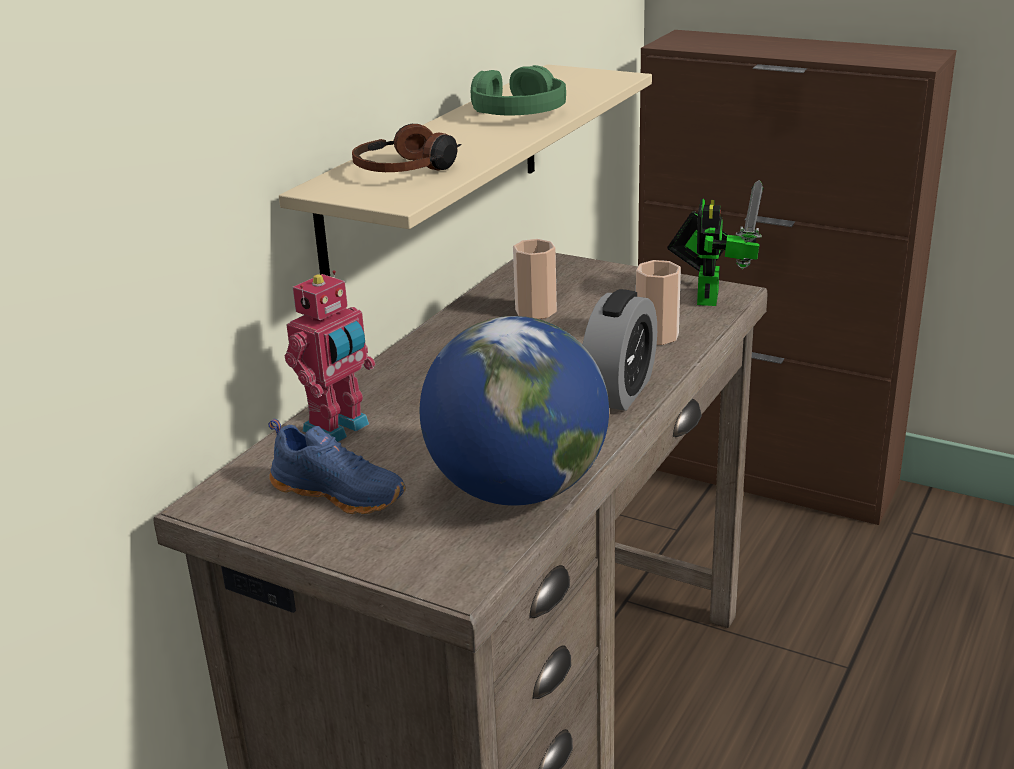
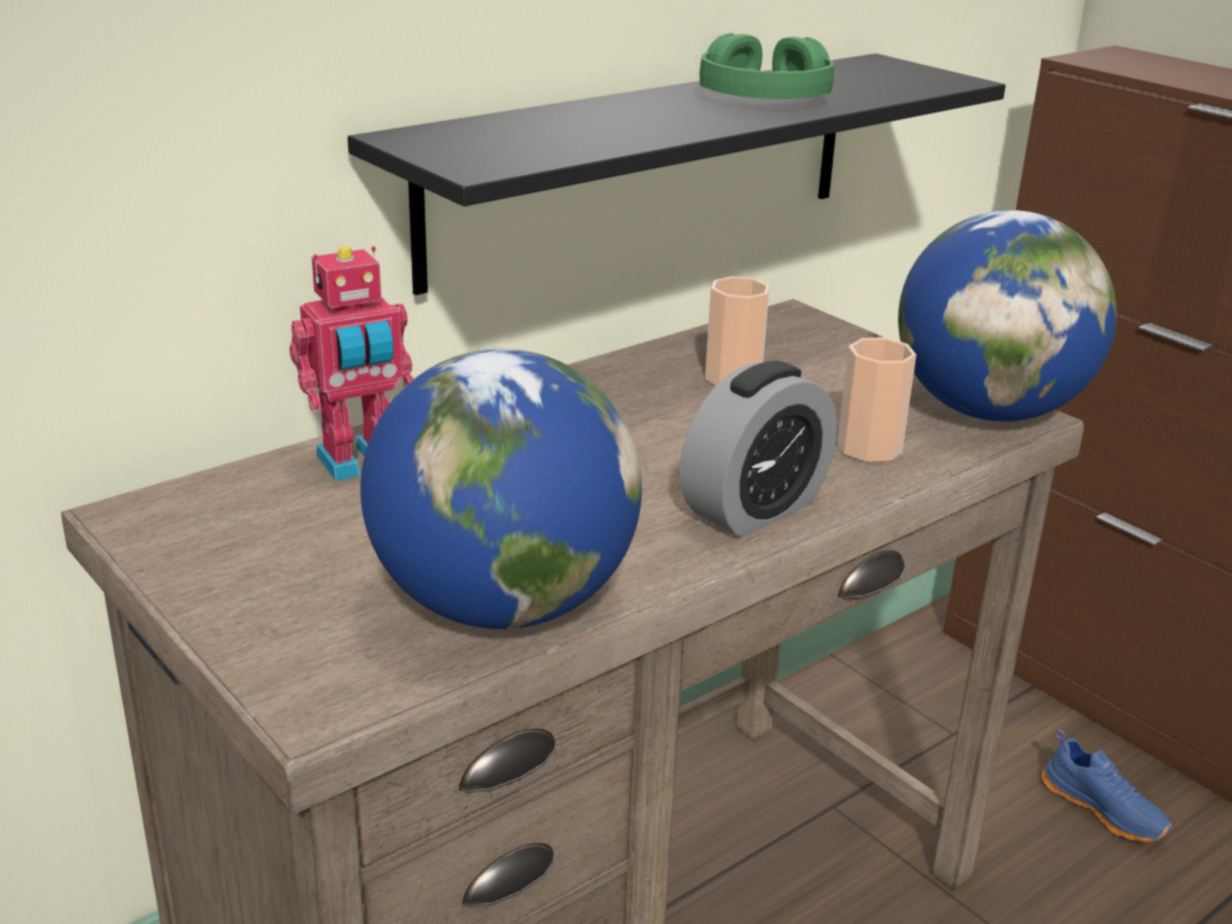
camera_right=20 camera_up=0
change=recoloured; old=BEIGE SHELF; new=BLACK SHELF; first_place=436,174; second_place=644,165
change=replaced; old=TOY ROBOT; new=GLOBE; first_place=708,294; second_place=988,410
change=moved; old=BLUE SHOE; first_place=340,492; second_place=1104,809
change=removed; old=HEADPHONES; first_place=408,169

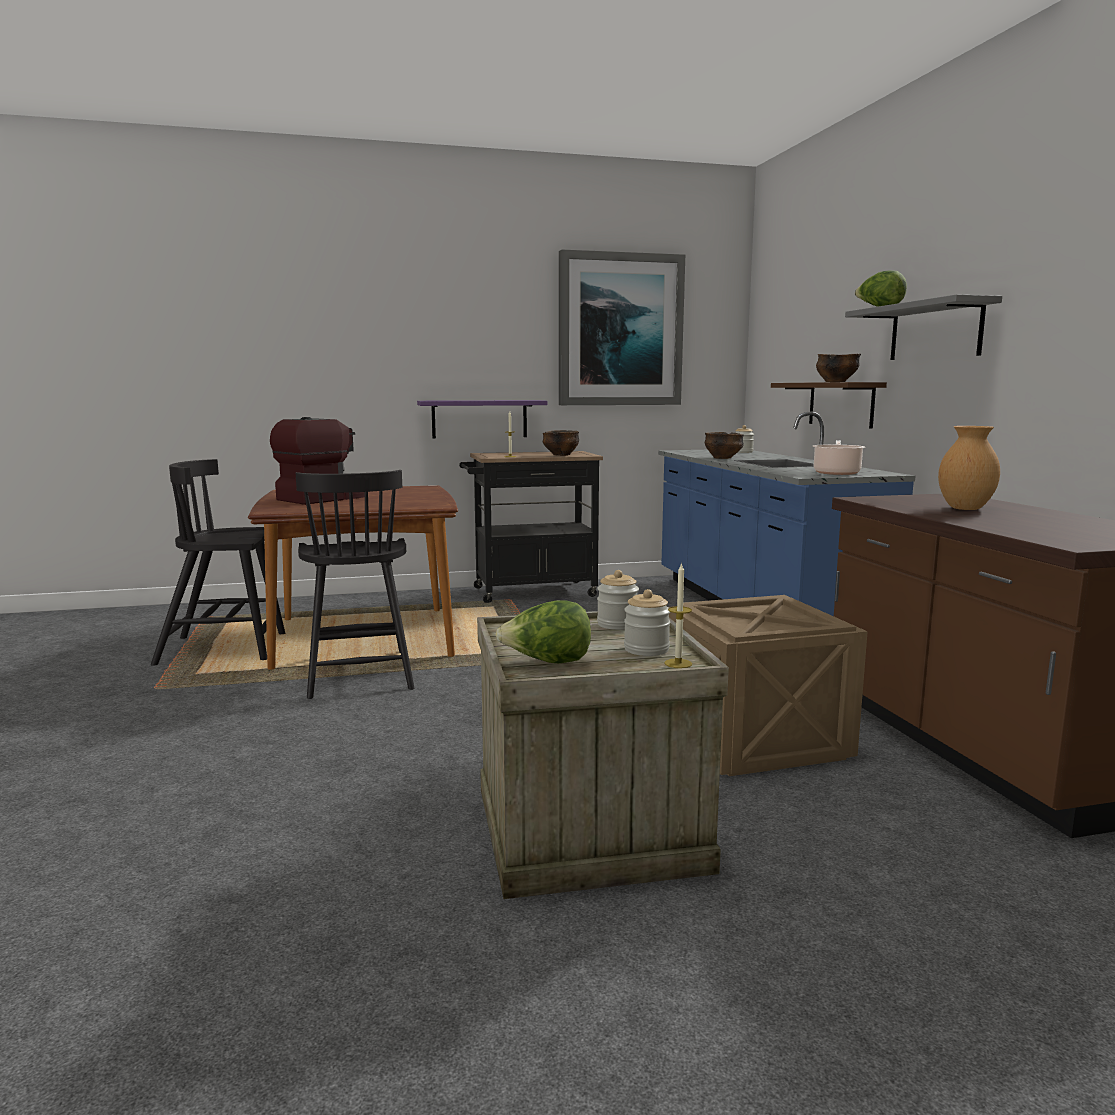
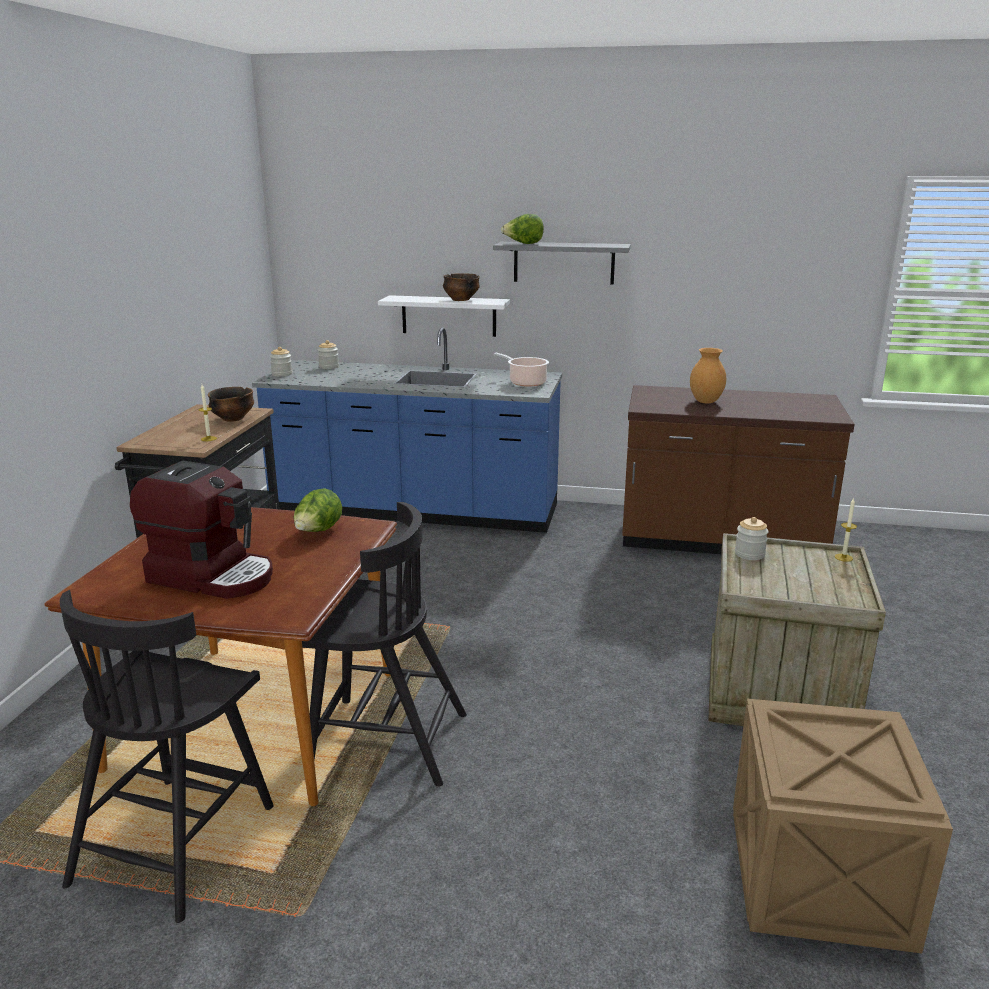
camera_right=-65 camera_up=10
change=turned; old=COFFEE MACHINE; first_place=323,498; second_place=213,576; degrees=135
change=moved; old=JAR; first_place=646,649; second_place=282,374
change=moved; old=LETTUCE; first_place=547,663; second_place=318,532
change=recoloured; old=BROWN SHELF; new=WHITE SHELF; first_place=841,404; second_place=448,316
change=moved; old=CRATE; first_place=757,740; second_place=817,874
change=removed; old=PURPLE SHELF; first_place=479,419
change=removed; old=PICTURE; first_place=619,330
change=removed; old=BOWL; first_place=723,458

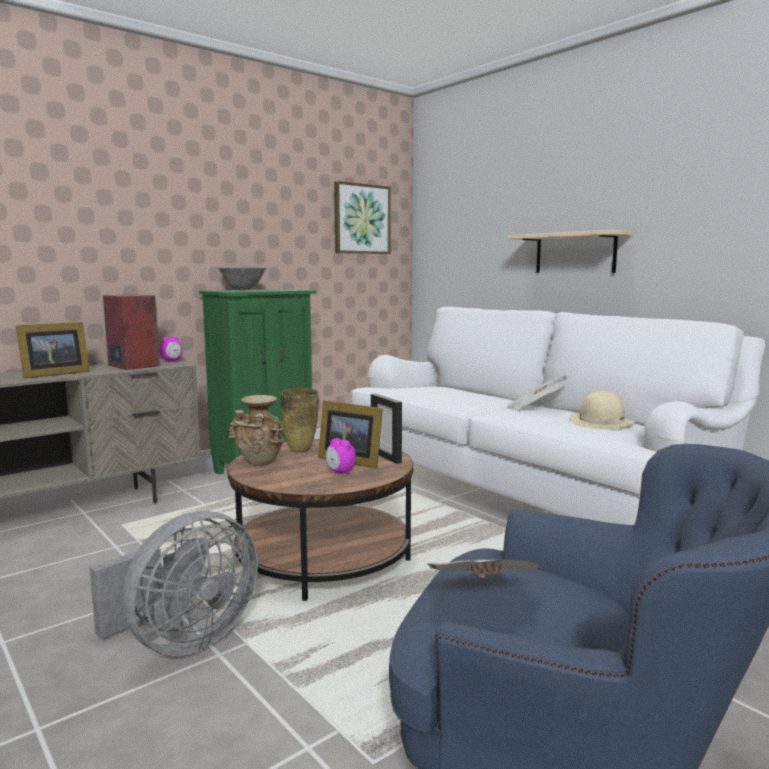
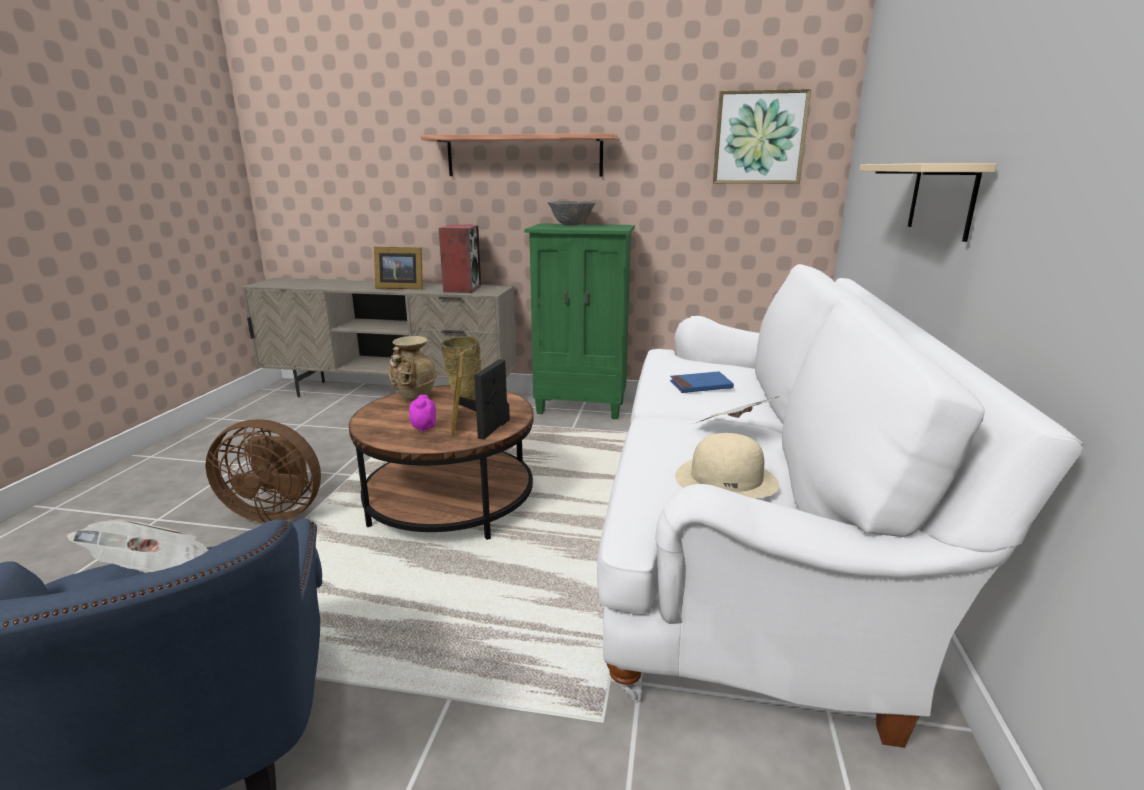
camera_right=50 camera_up=10
change=recoloured; old=GREY FAN; new=BROWN FAN; first_place=183,641; second_place=276,512
change=added; new=SHELF; second_place=524,156
change=added; new=BLUE BOOK; second_place=700,385
change=removed; old=ALARM CLOCK; first_place=171,361

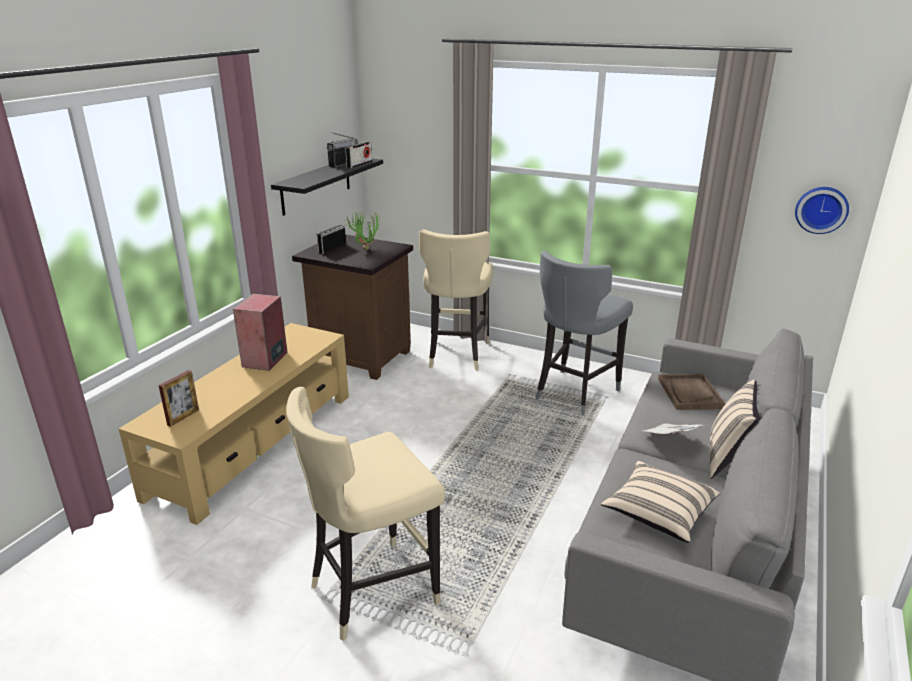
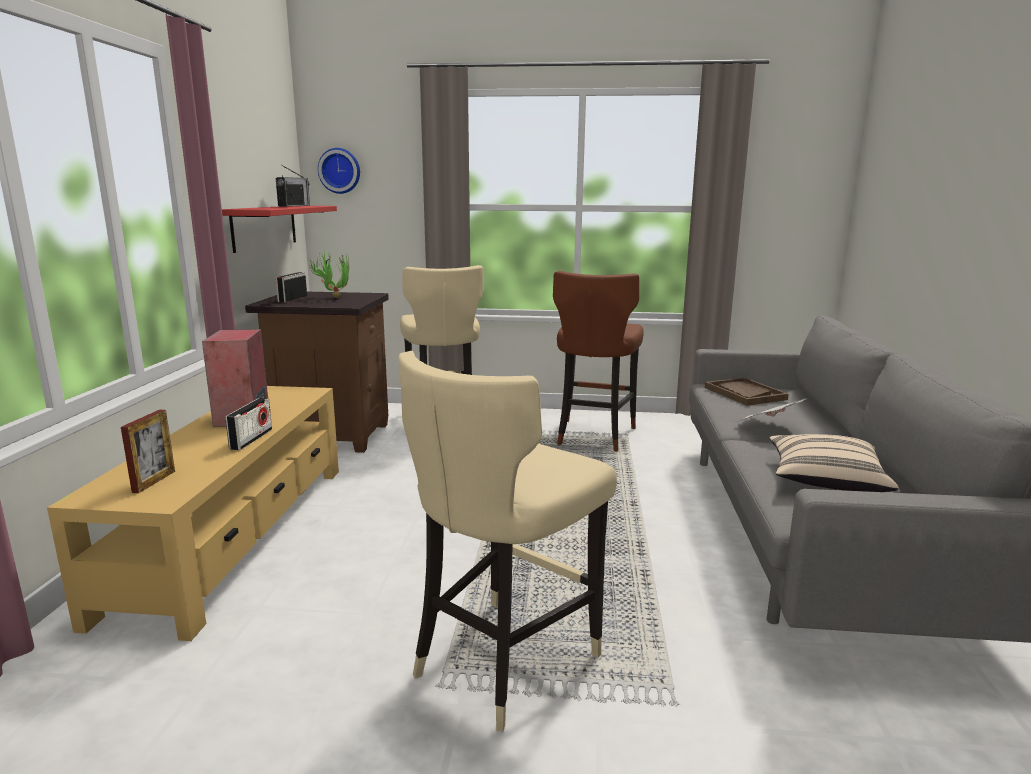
camera_right=-20 camera_up=-10
change=recoloured; old=BLACK SHELF; new=RED SHELF; first_place=316,185; second_place=265,227
change=moved; old=RADIO; first_place=359,164; second_place=251,439
change=moved; old=WALL CLOCK; first_place=821,209; second_place=340,171
change=recoloured; old=GREY STOOL; new=BROWN STOOL; first_place=574,393; second_place=593,436
change=removed; old=BEIGE PILLOW; first_place=728,459

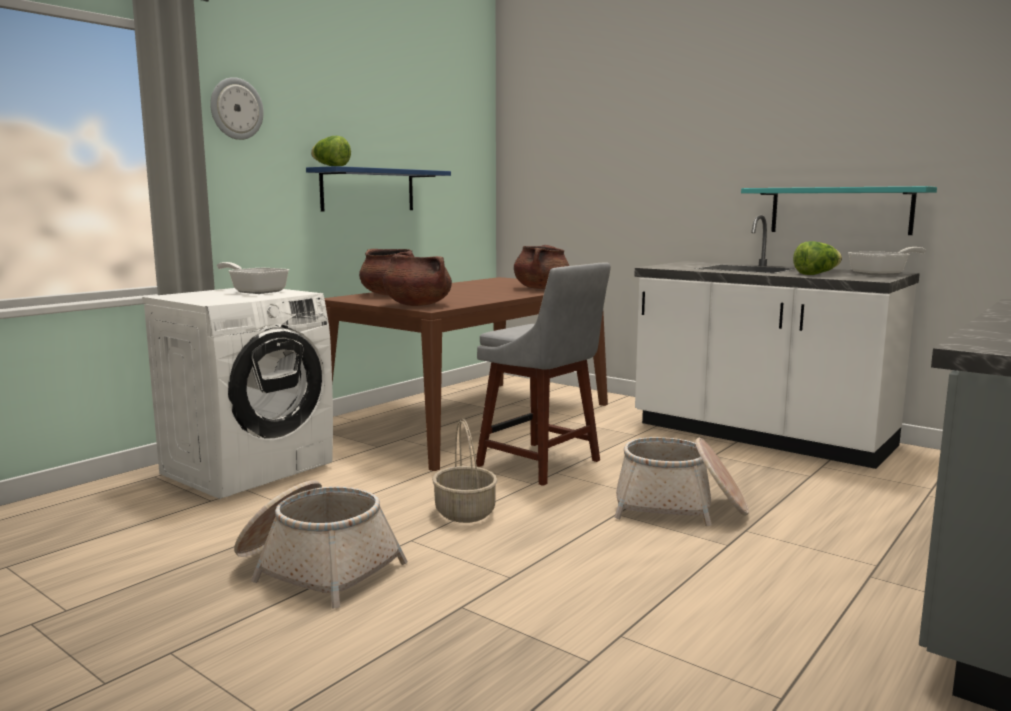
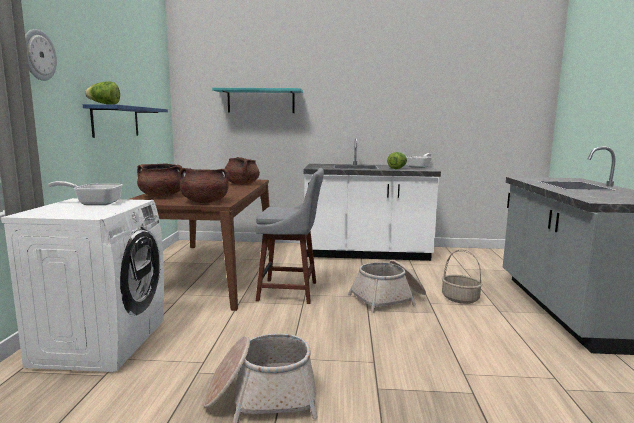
camera_right=-35 camera_up=0
change=moved; old=TURQUOISE SHELF; first_place=840,210; second_place=261,101
change=moved; old=BASKET; first_place=465,513; second_place=460,298

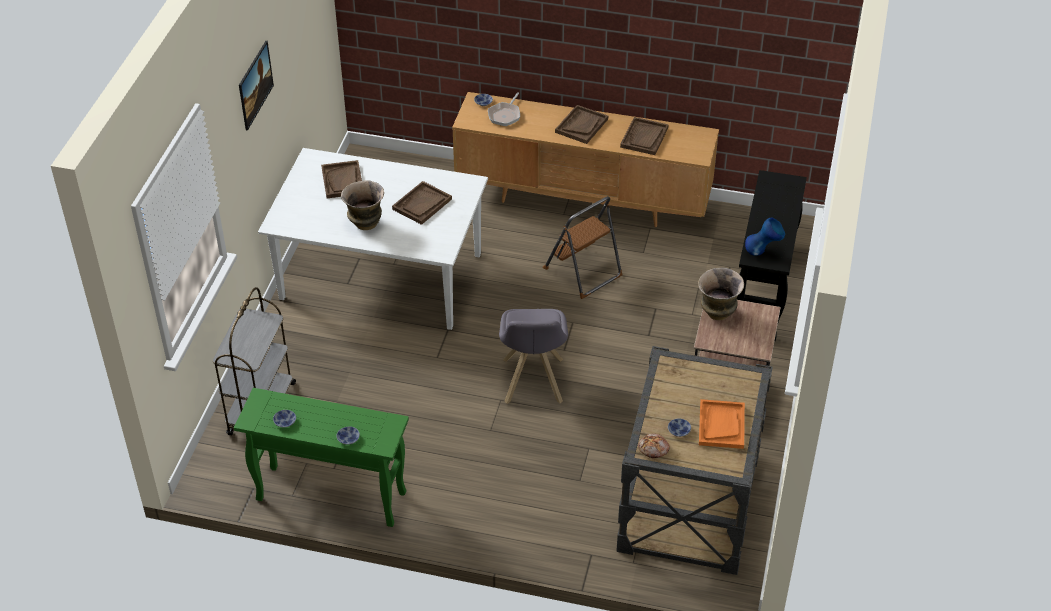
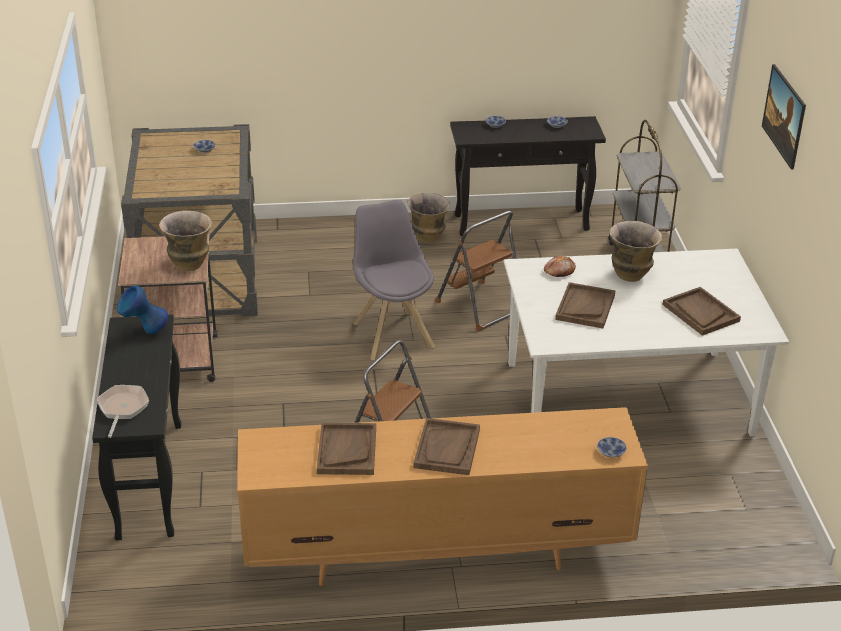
camera_right=160 camera_up=-10
change=moved; old=FRYING PAN; first_place=505,115; second_place=122,409
change=added; new=VASE; second_place=428,238
change=added; new=BROWN STEP LADDER; second_place=481,307
change=recoloured; old=GREEN CONSOLE TABLE; new=BLACK CONSOLE TABLE; first_place=330,496; second_place=522,222
change=moved; old=BREAD; first_place=653,449; second_place=559,271
change=removed; old=ORANGE TRAY; first_place=721,425

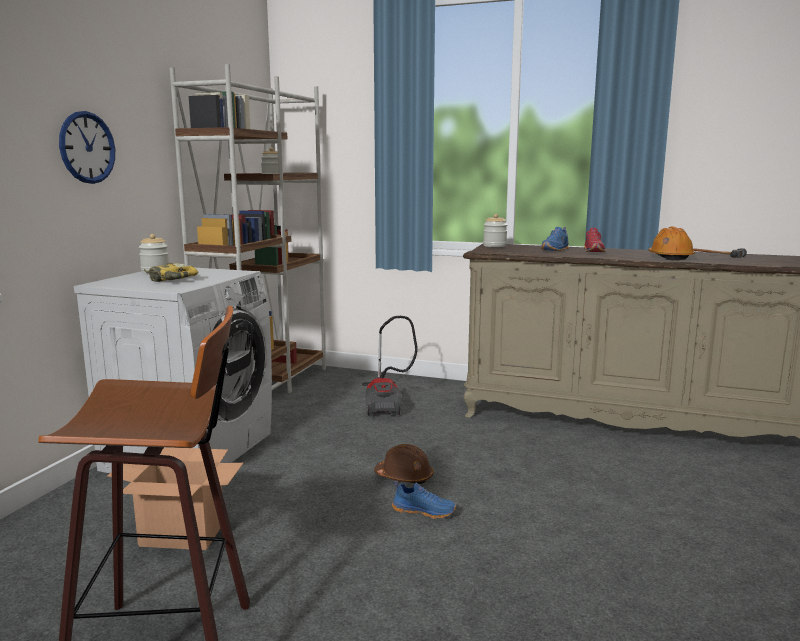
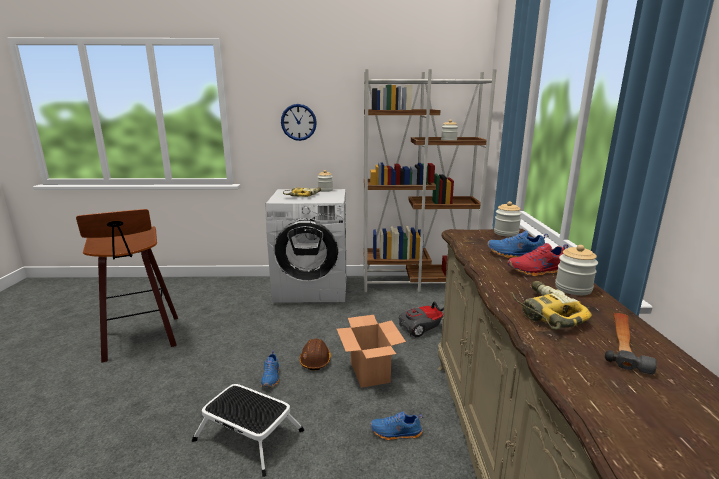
camera_right=70 camera_up=5
change=added; new=BLACK STEP LADDER; second_place=248,436
change=moved; old=CARDBOARD BOX; first_place=183,534; second_place=370,372
change=added; new=BLUE SHOE; second_place=396,433
change=replaced; old=ORANGE HARD HAT; new=POWER DRILL; first_place=670,257; second_place=542,313
change=added; new=JAR; second_place=573,288

